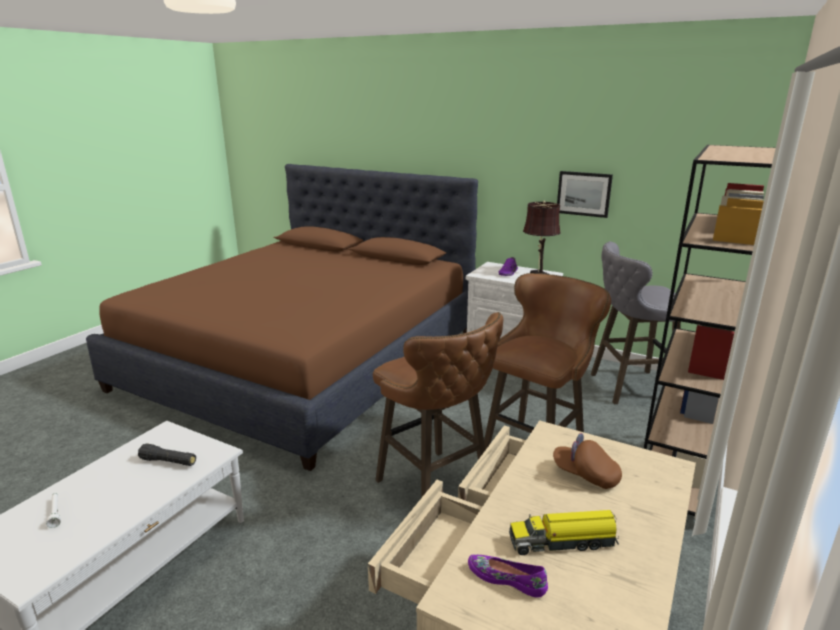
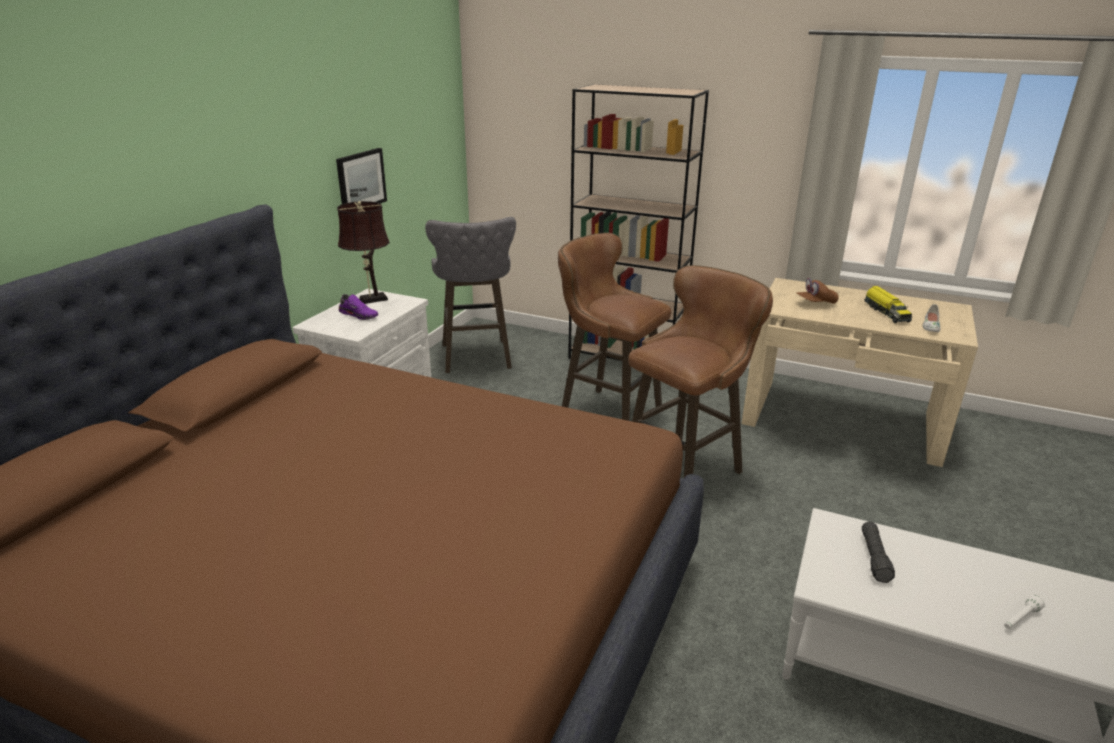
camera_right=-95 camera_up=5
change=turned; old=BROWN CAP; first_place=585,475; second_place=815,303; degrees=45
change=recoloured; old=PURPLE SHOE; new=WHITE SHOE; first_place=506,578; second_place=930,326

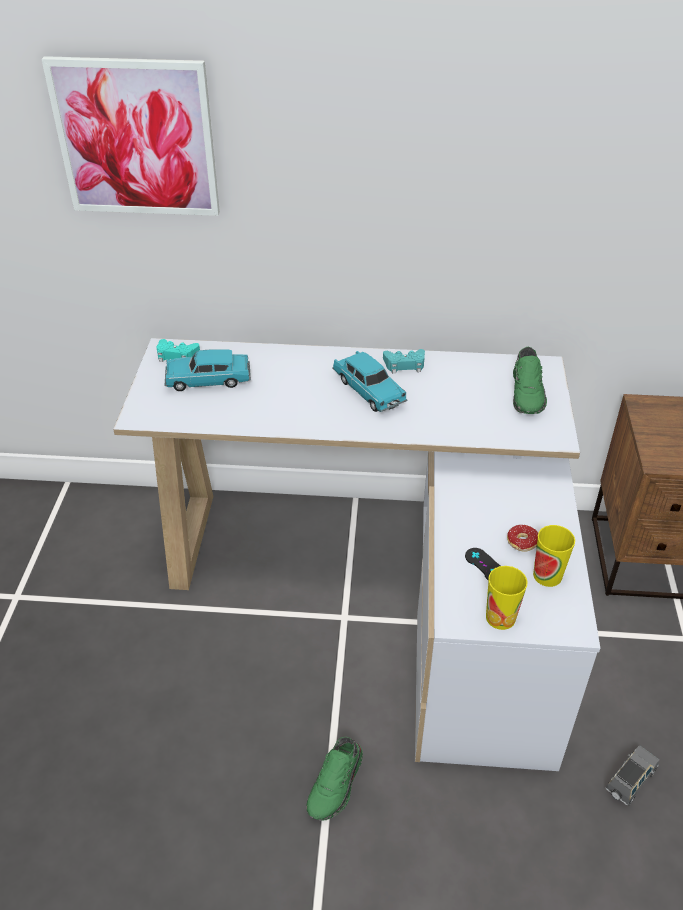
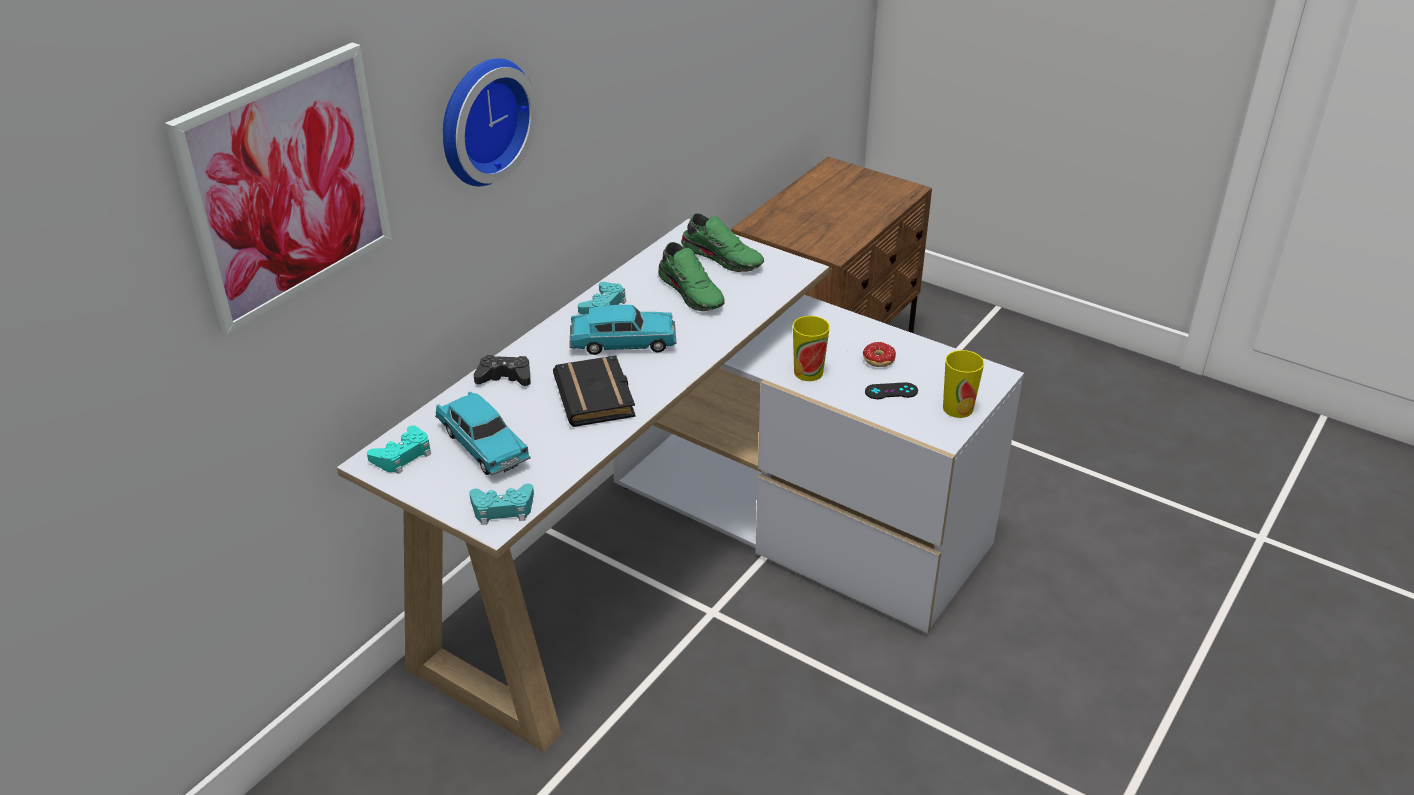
camera_right=-60 camera_up=-5
change=turned; old=TURQUOISE TOY CAR; first_place=208,380; second_place=483,446; degrees=-60
change=added; new=WALL CLOCK; second_place=480,120
change=added; new=TURQUOISE GAME CONTROLLER; second_place=502,509
change=added; new=BLACK GAME CONTROLLER; second_place=505,377
change=added; new=BLACK BOOK; second_place=598,398
change=moved; old=GREEN SHOE; first_place=337,784; second_place=693,292
change=moved; old=CUP; first_place=547,575; second_place=808,372
change=removed; old=GREY TOY CAR; first_place=629,781

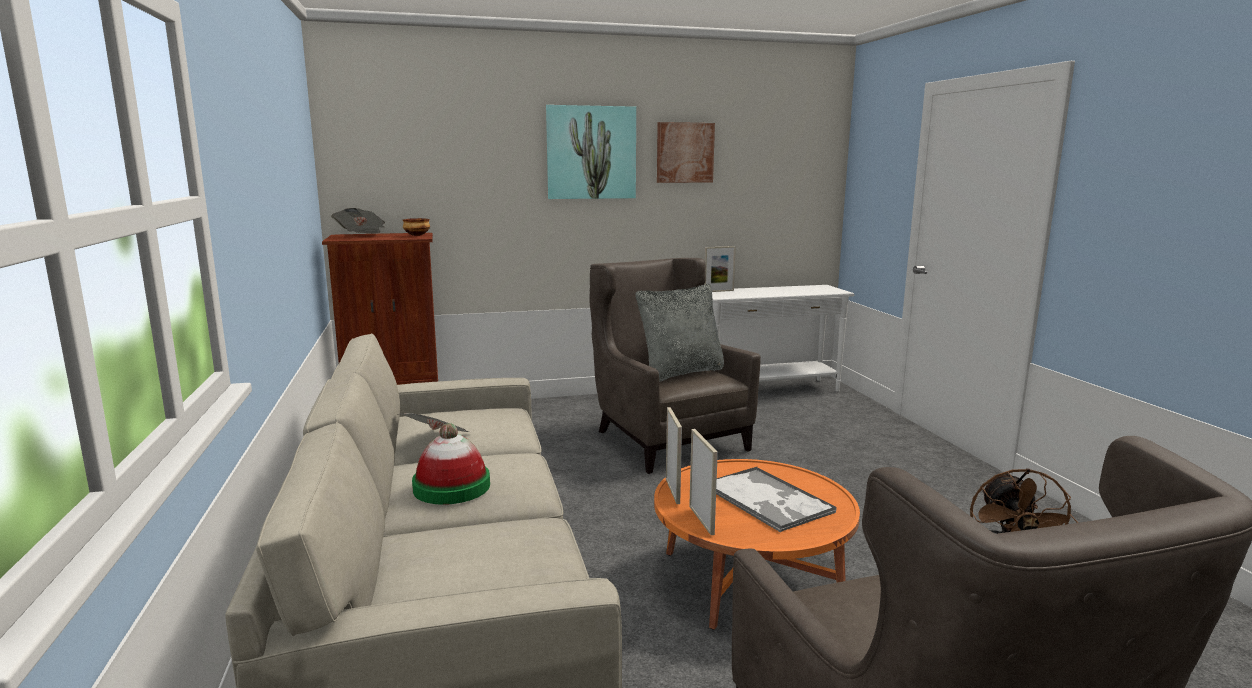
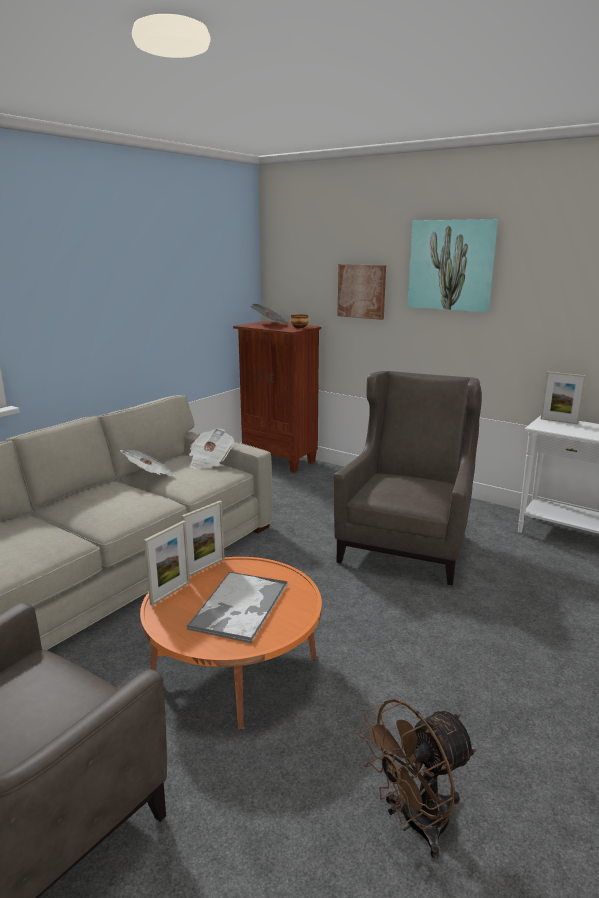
camera_right=50 camera_up=5
change=added; new=NEWSPAPER; second_place=210,461
change=moved; old=PICTURE; first_place=684,152; second_place=362,291
change=removed; old=HAT; first_place=451,487
change=removed; old=GREY PILLOW; first_place=682,374

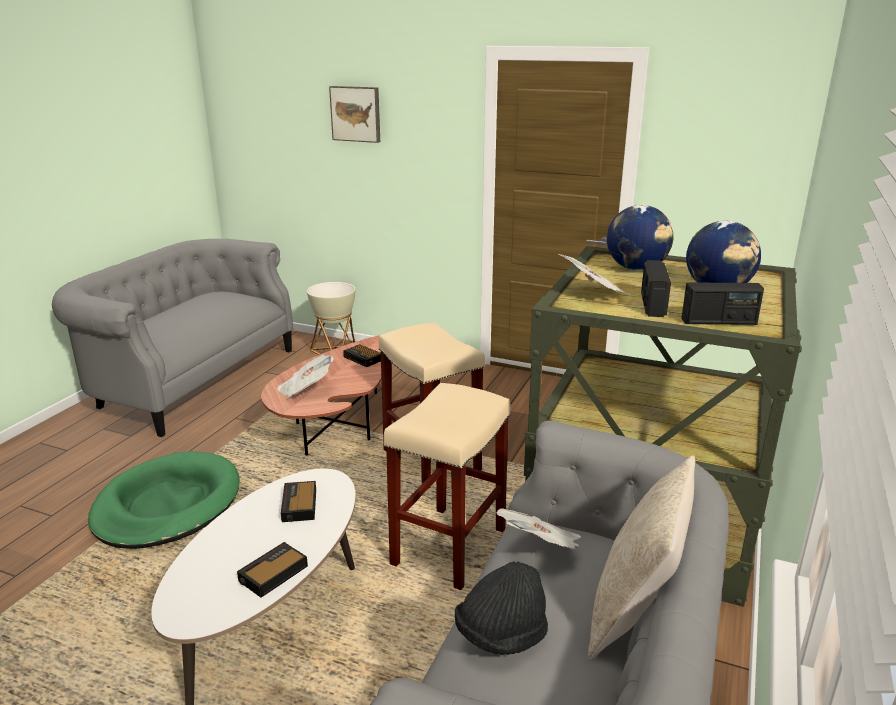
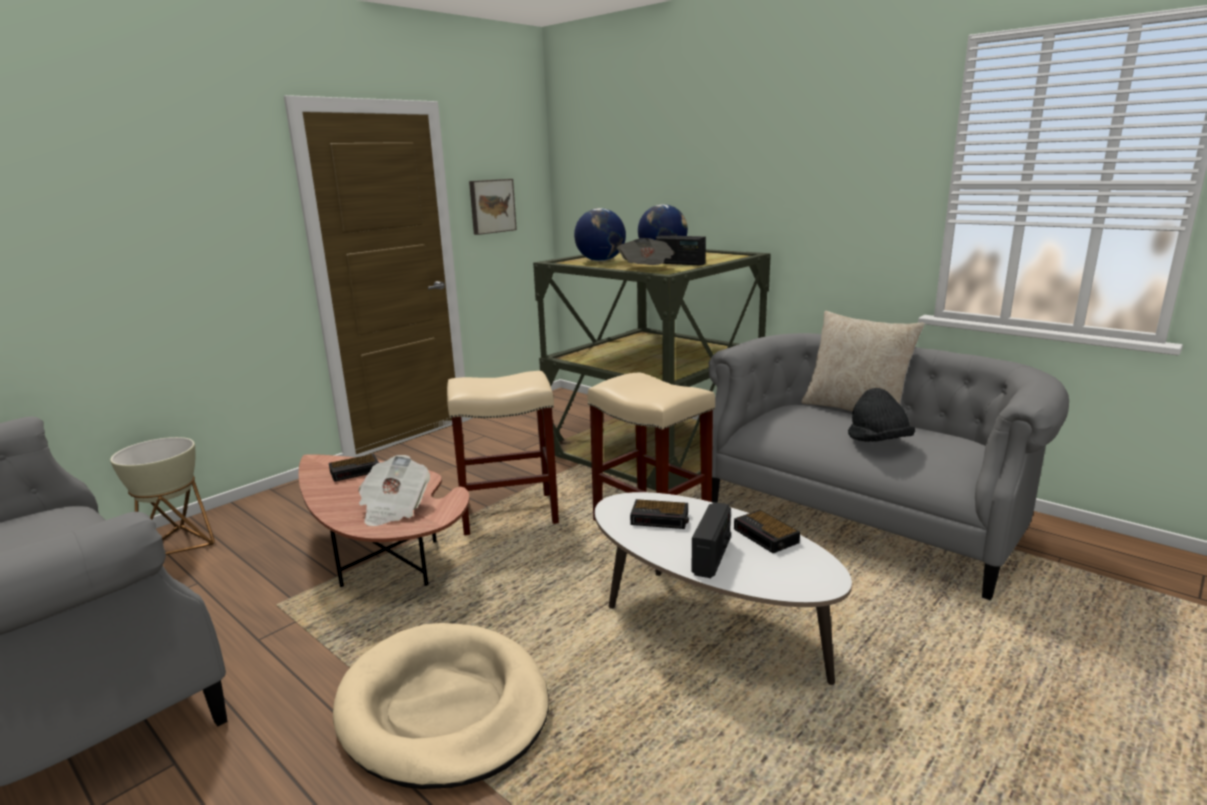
camera_right=-70 camera_up=-5
change=recoloured; old=GREEN DOG BED; new=BEIGE DOG BED; first_place=167,505; second_place=444,709
change=moved; old=PICTURE; first_place=356,114; second_place=491,206
change=moved; old=RADIO; first_place=719,322; second_place=712,557
change=removed; old=NEWSPAPER; first_place=541,547

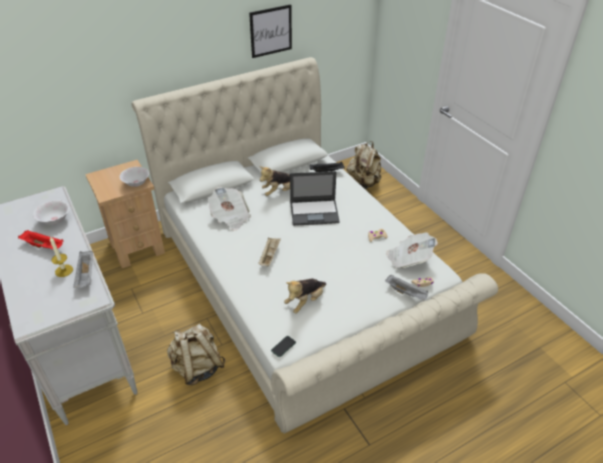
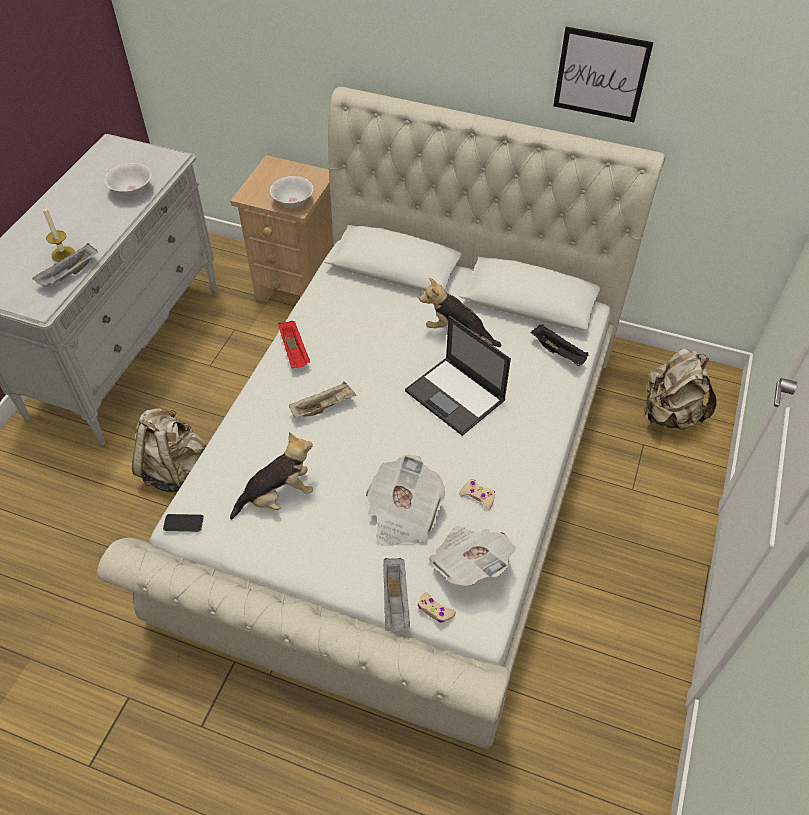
camera_right=50 camera_up=10
change=turned; old=PLUSH TOY; first_place=305,301; second_place=278,496; degrees=150
change=moved; old=RED TRAY; first_place=44,246; second_place=295,352
change=moved; old=NEWSPAPER; first_place=230,217; second_place=403,514

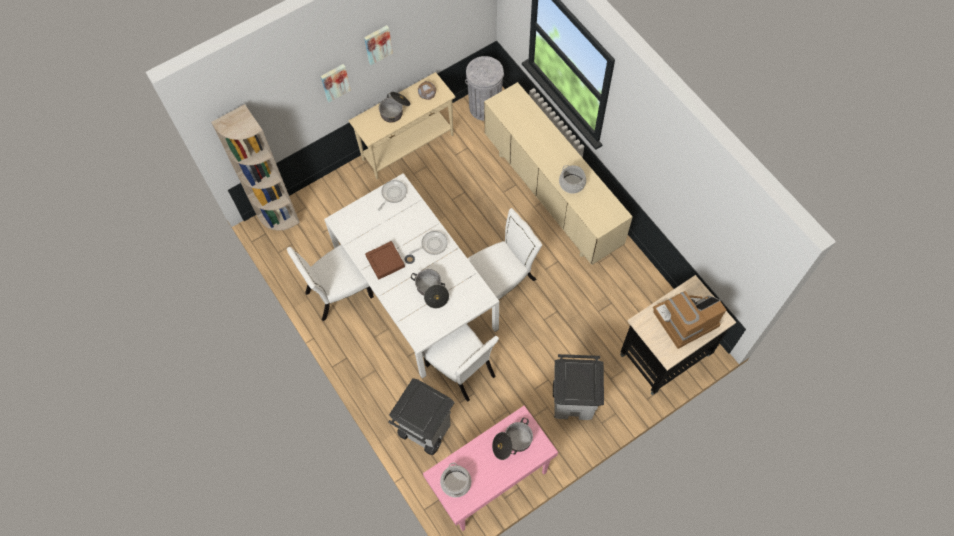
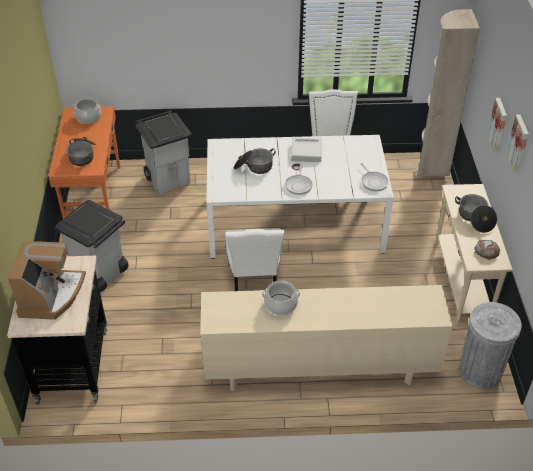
camera_right=120 camera_up=-20
change=recoloured; old=PINK CONSOLE TABLE; new=ORANGE CONSOLE TABLE; first_place=490,482; second_place=93,196
change=recoloured; old=BROWN TRAY; new=GREY TRAY; first_place=385,261; second_place=306,152
change=removed; old=WHITE CHAIR; first_place=461,368

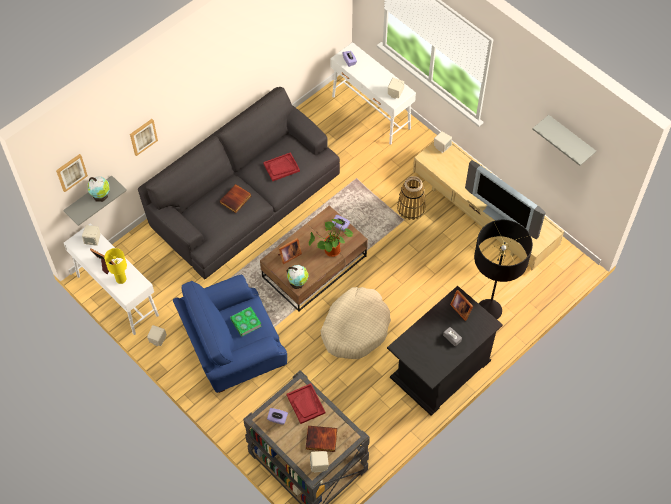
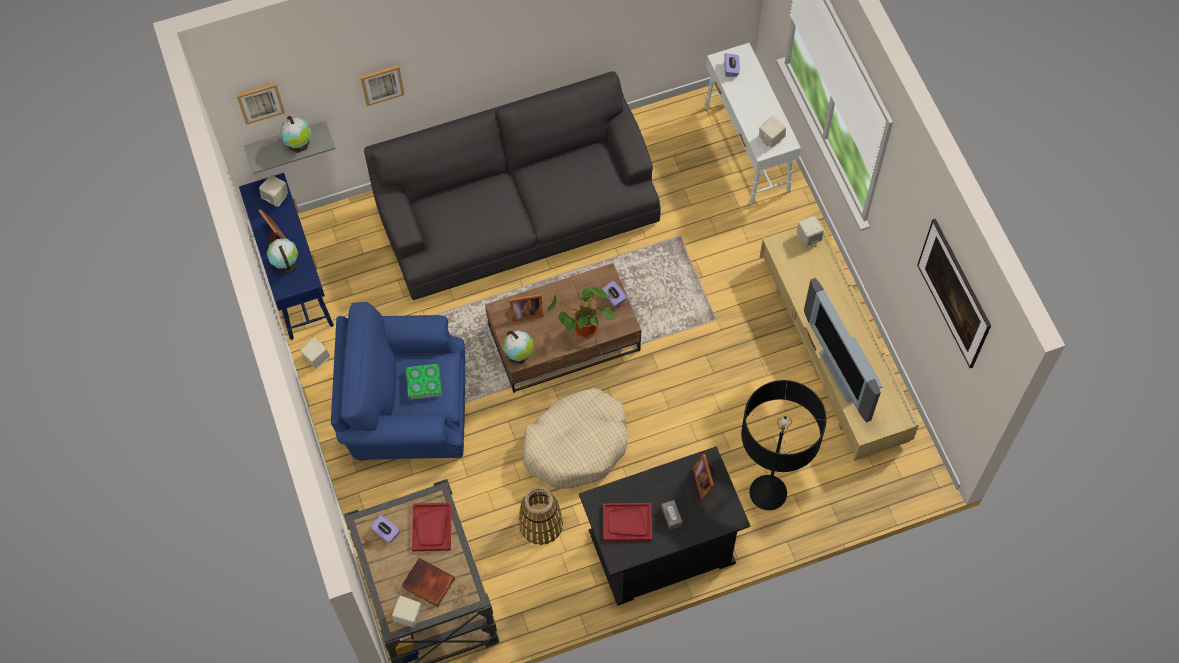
camera_right=25 camera_up=5
change=recoloured; old=WHITE CONSOLE TABLE; new=BLUE CONSOLE TABLE; first_place=118,295; second_place=295,279
change=replaced; old=YELLOW TABLE LAMP; new=GLOBE; first_place=120,279; second_place=285,264
change=moved; old=BASKET; first_place=411,208; second_place=541,524
change=moved; old=RED TRAY; first_place=281,167; second_place=627,522
change=replaced; old=GREY SHELF; new=PICTURE; first_place=570,139; second_place=950,304
change=removed; old=BOOK; first_place=236,200

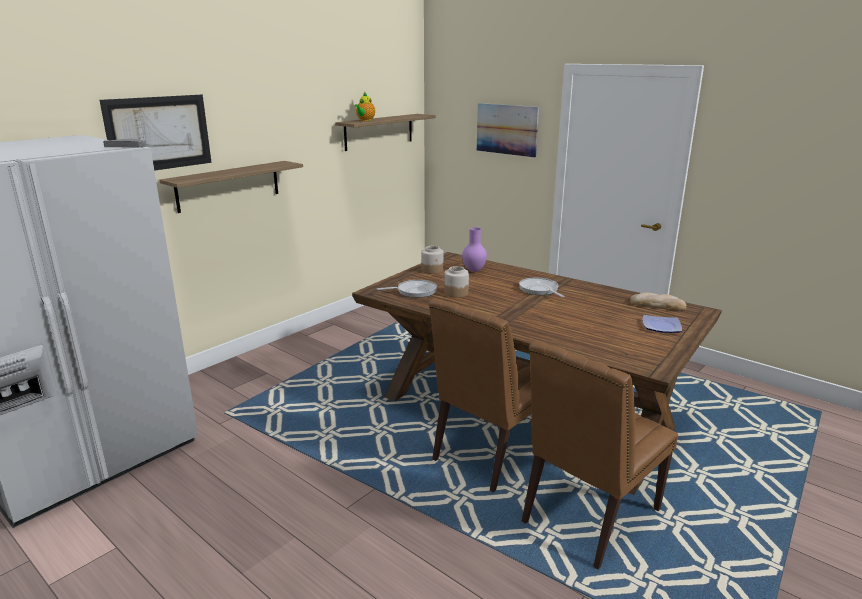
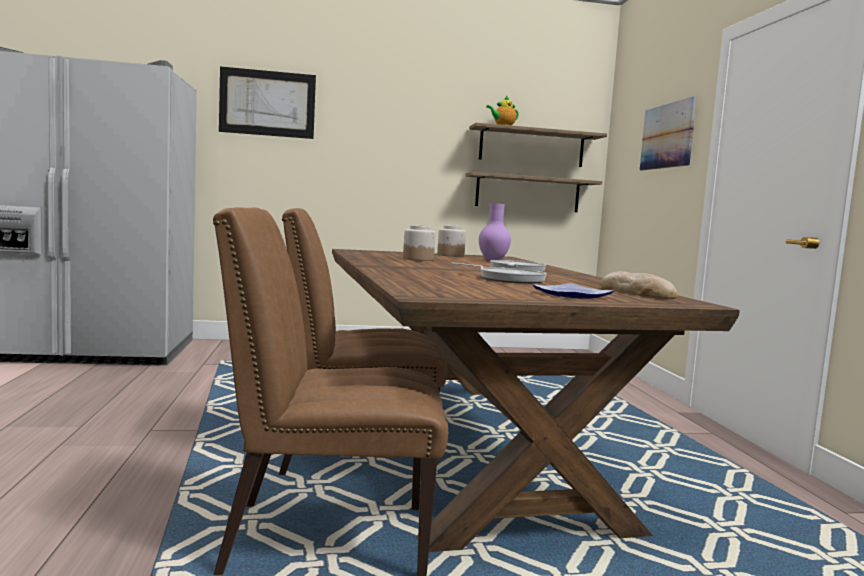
camera_right=40 camera_up=-15
change=moved; old=FRYING PAN; first_place=414,291; second_place=508,279
change=moved; old=SHELF; first_place=228,186; second_place=527,193

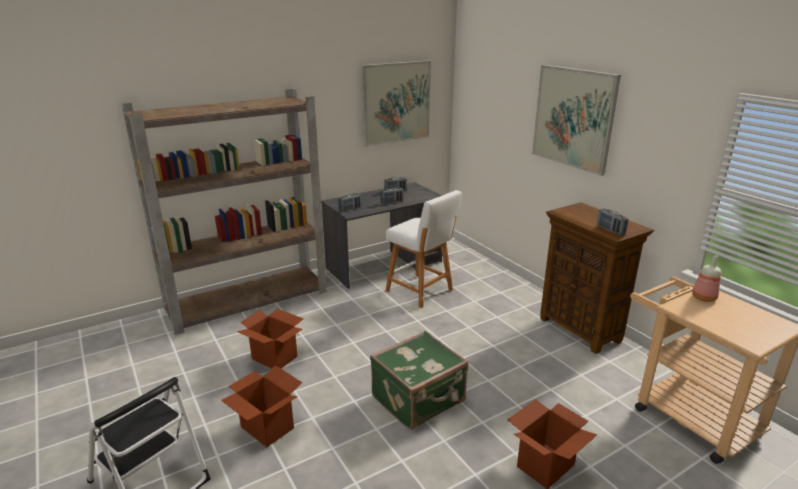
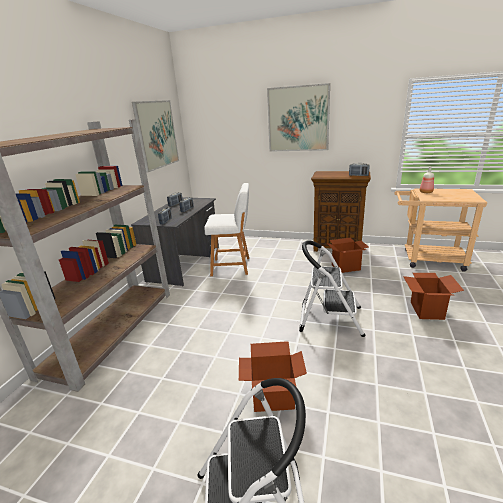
camera_right=-40 camera_up=0
change=replaced; old=GREEN SUITCASE; new=STEP LADDER; first_place=419,400; second_place=328,319
change=moved; old=CARDBOARD BOX; first_place=275,358; second_place=346,267

